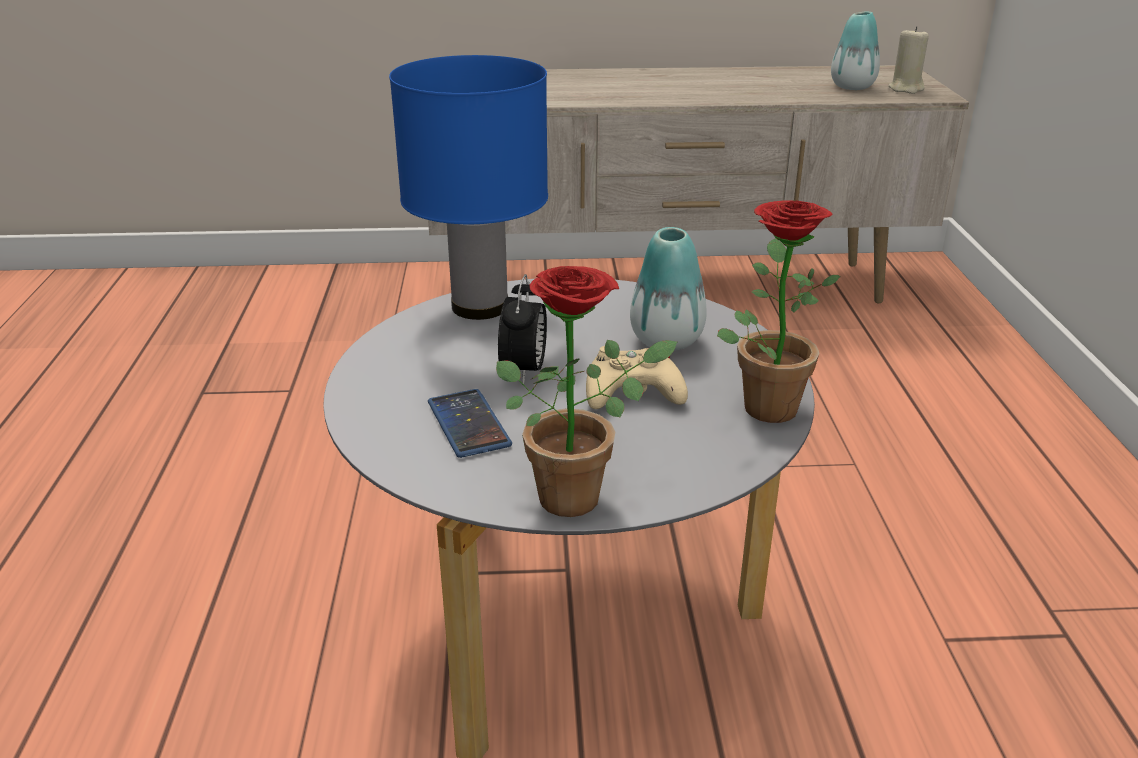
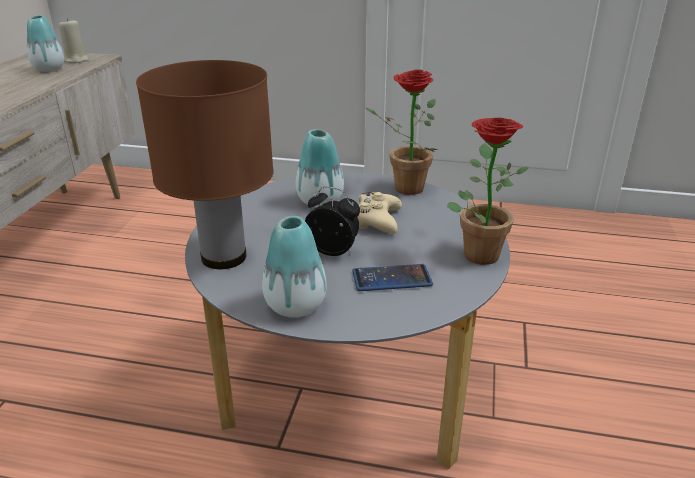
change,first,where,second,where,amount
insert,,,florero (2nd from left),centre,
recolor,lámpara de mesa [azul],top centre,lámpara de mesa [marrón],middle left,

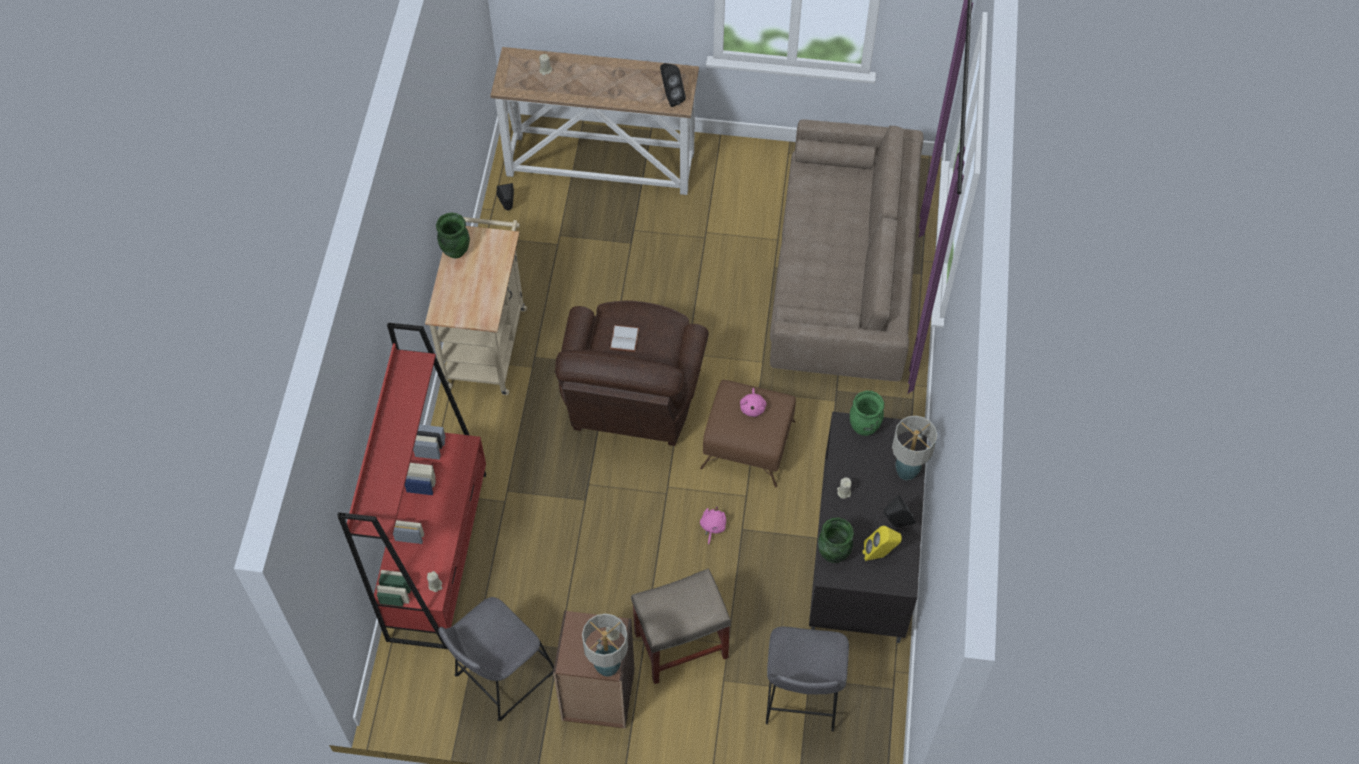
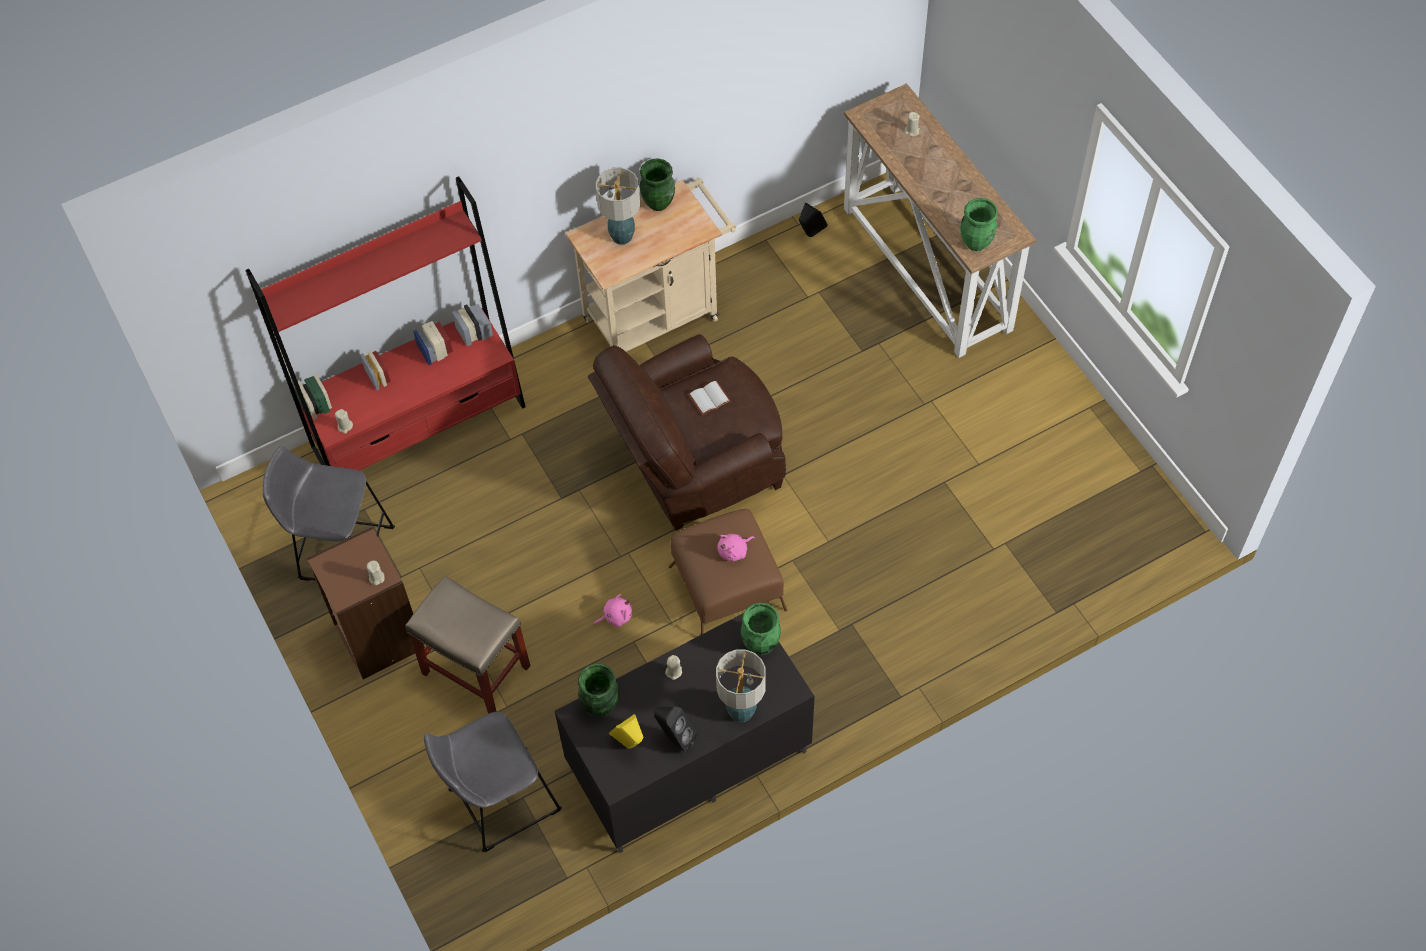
change,first,where,second,where,amount
delete,sofá [beis],top centre,,,
move,lámpara de mesa (1st from left),bottom centre,,top centre,
replace,altavoz [negro] (2nd from left),top centre,florero [verde] (4th from left),top right,

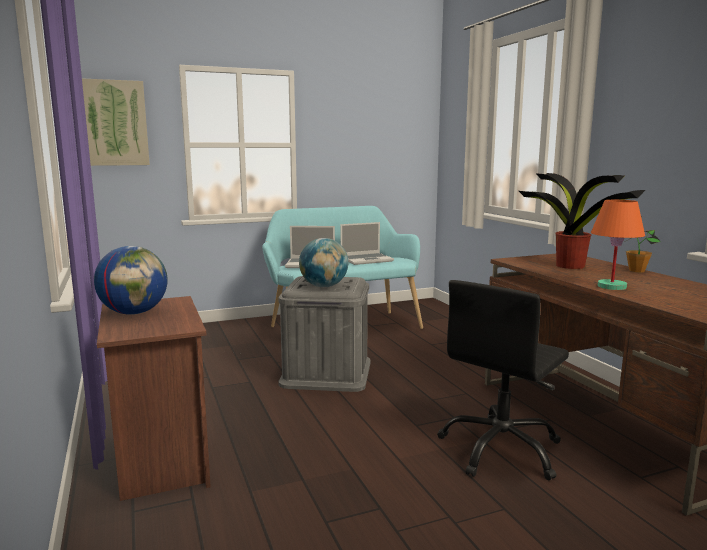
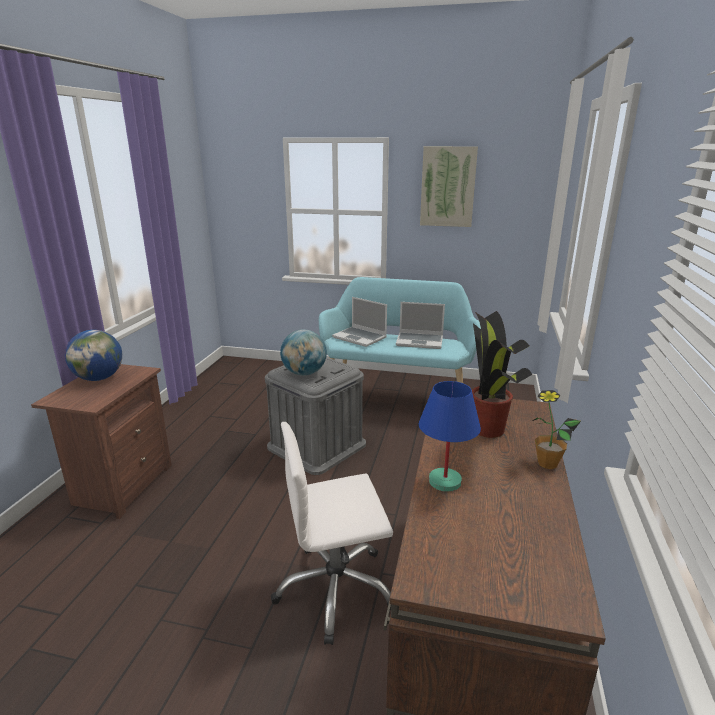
change,first,where,second,where,amount
move,cuadro,top left,,top centre,
recolor,silla de oficina [negro],bottom right,silla de oficina [blanco],bottom centre,
recolor,lámpara de mesa [naranja],middle right,lámpara de mesa [azul],centre,

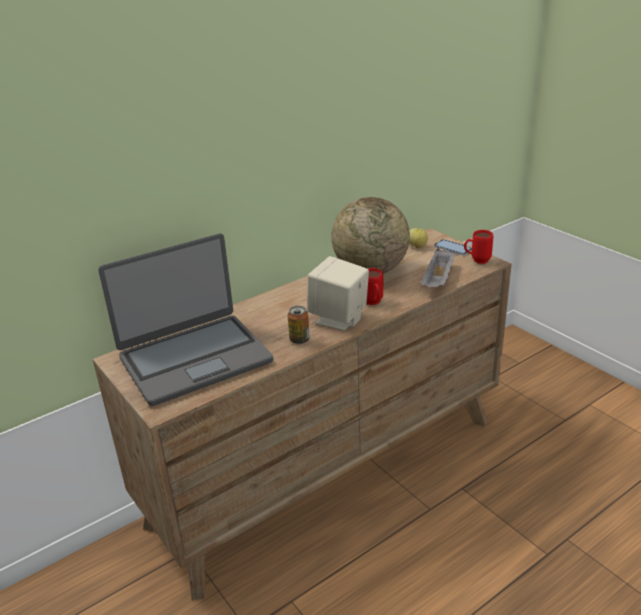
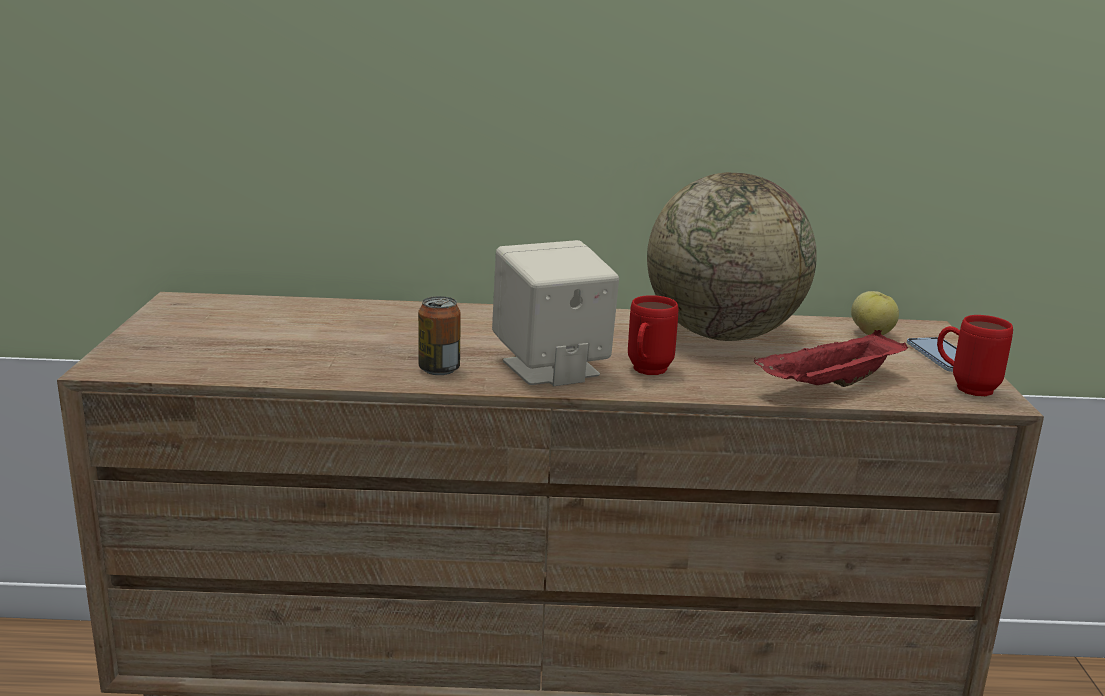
change,first,where,second,where,amount
delete,portátil,middle left,,,
recolor,bandeja [gris],middle right,bandeja [rojo],middle right,

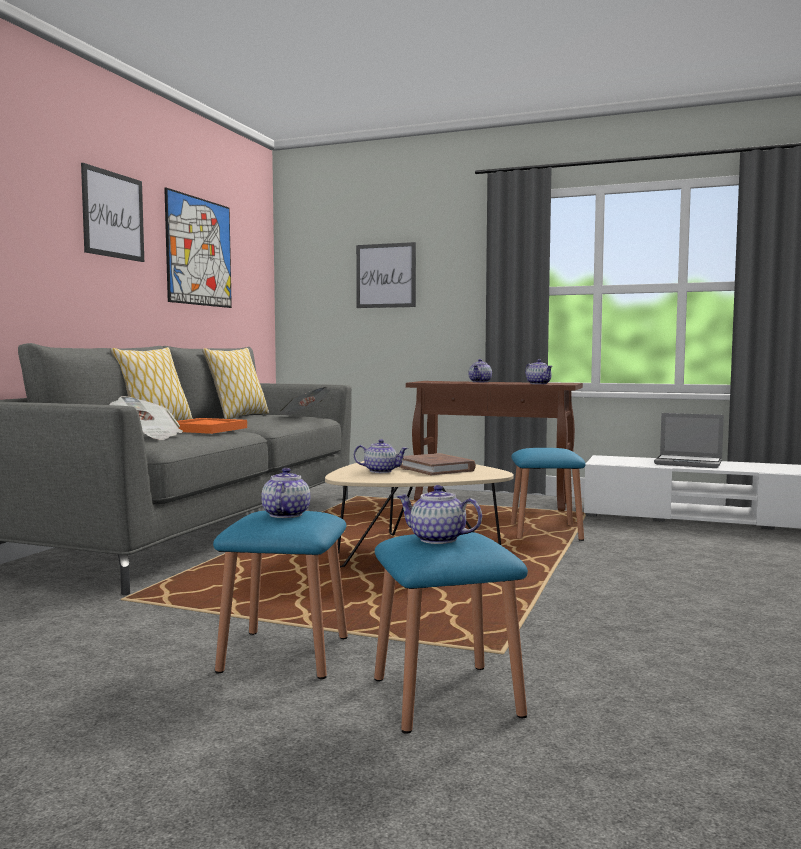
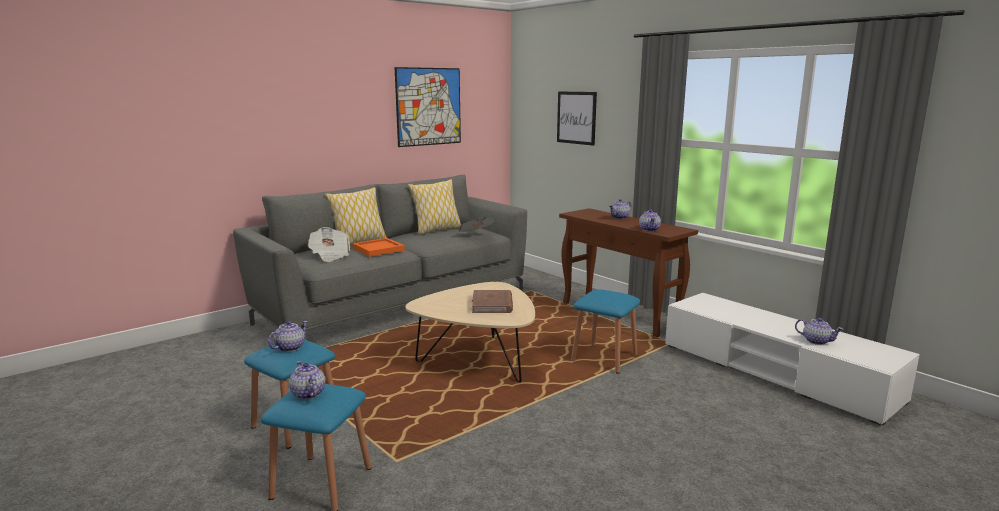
change,first,where,second,where,amount
delete,cuadro (1st from left),top left,,,
delete,portátil,middle right,,,
move,tetera (2nd from left in the first image),centre,tetera (5th from left),middle right,

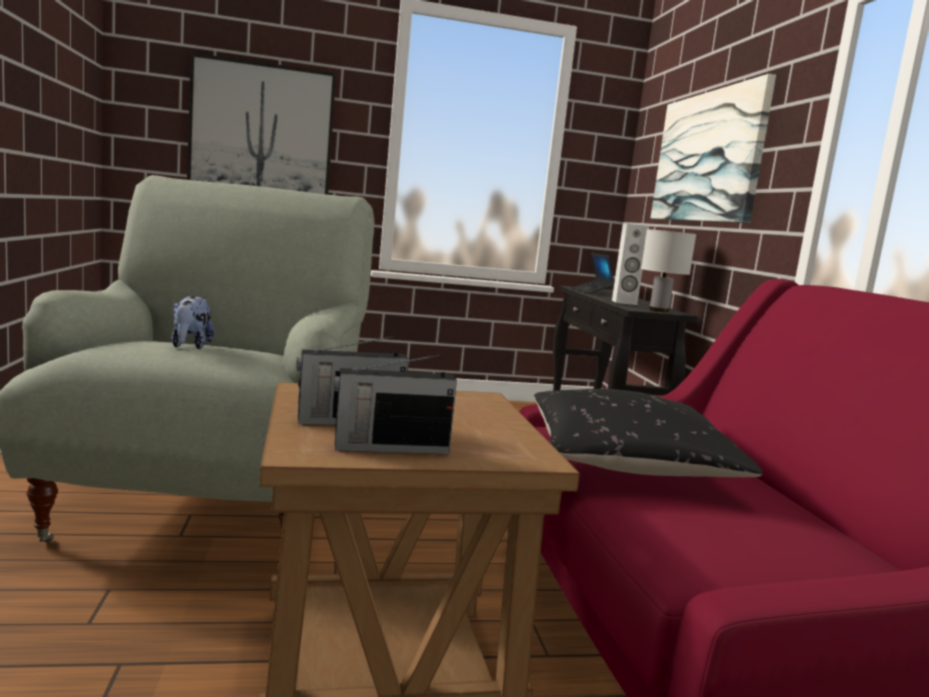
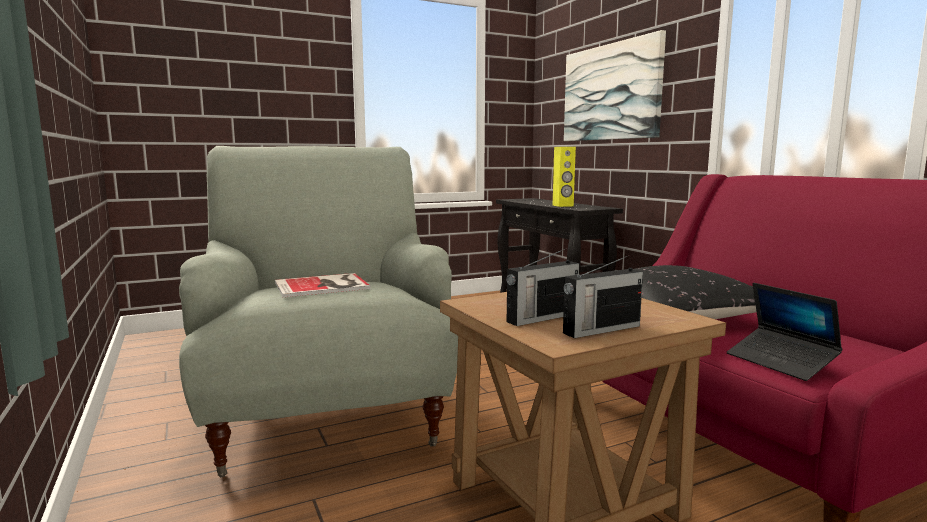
change,first,where,second,where,amount
delete,cuadro (1st from left),top left,,,
delete,lámpara de mesa [blanco],middle right,,,
move,portátil,centre,,middle right,
replace,peluche,middle left,libro,centre,
recolor,altavoz [blanco],middle right,altavoz [amarillo],centre,

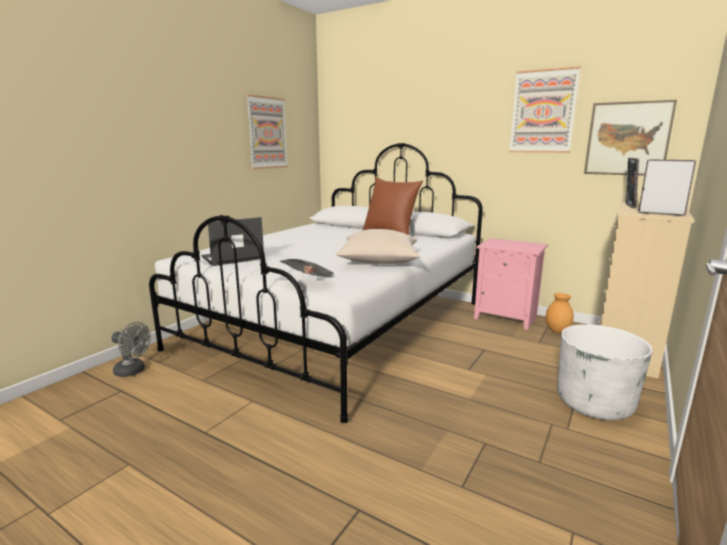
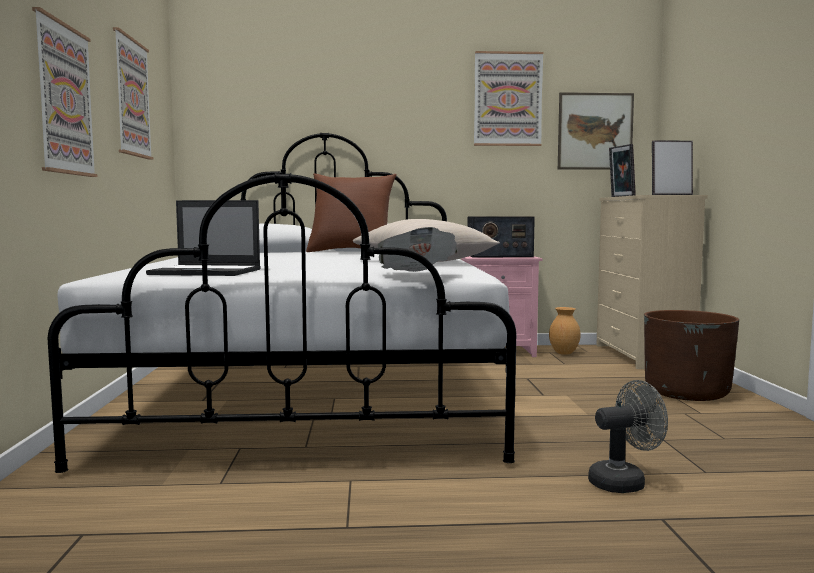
change,first,where,second,where,amount
insert,,,cuadro (1st from left),top left,
insert,,,radio,centre,
move,ventilador [gris],middle left,,bottom right,
recolor,maceta [blanco],bottom right,maceta [marrón],middle right,
rotate,portátil,middle left,,middle left,105 degrees counterclockwise

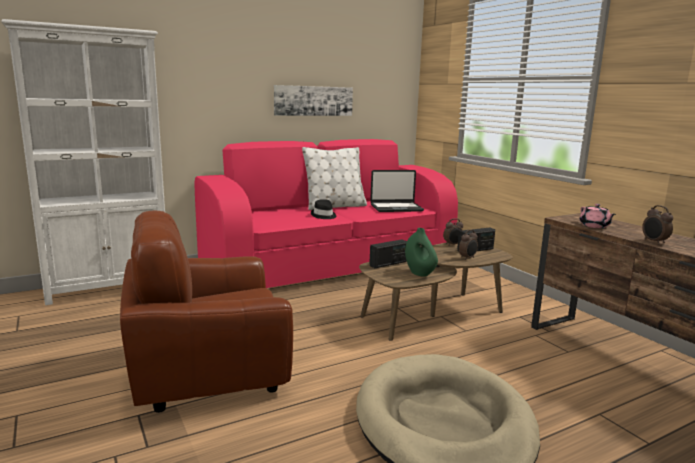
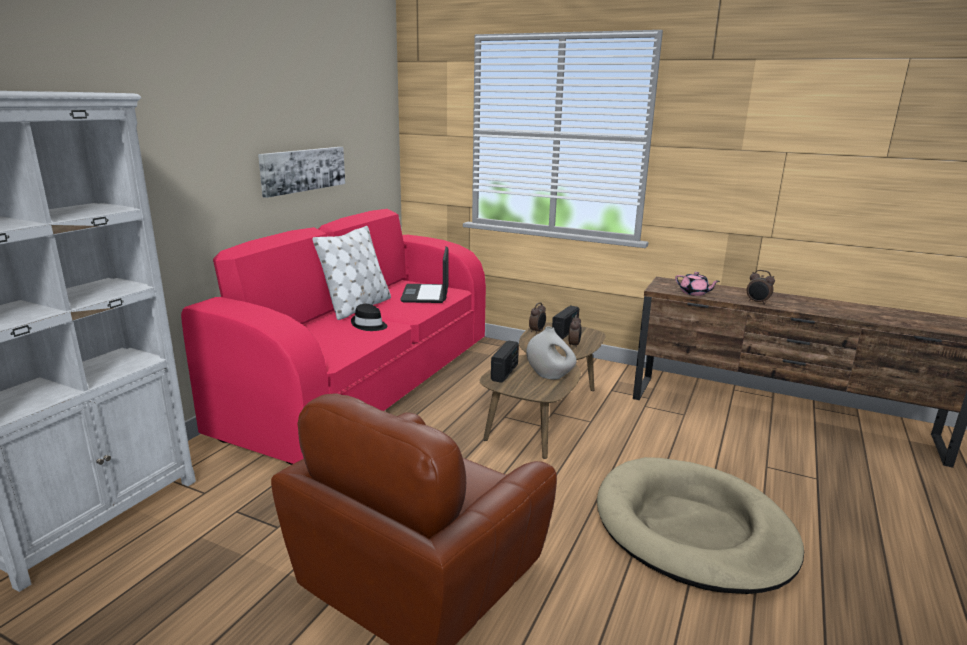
change,first,where,second,where,amount
recolor,florero [verde],centre,florero [blanco],centre,
rotate,portátil,centre,,centre,135 degrees clockwise

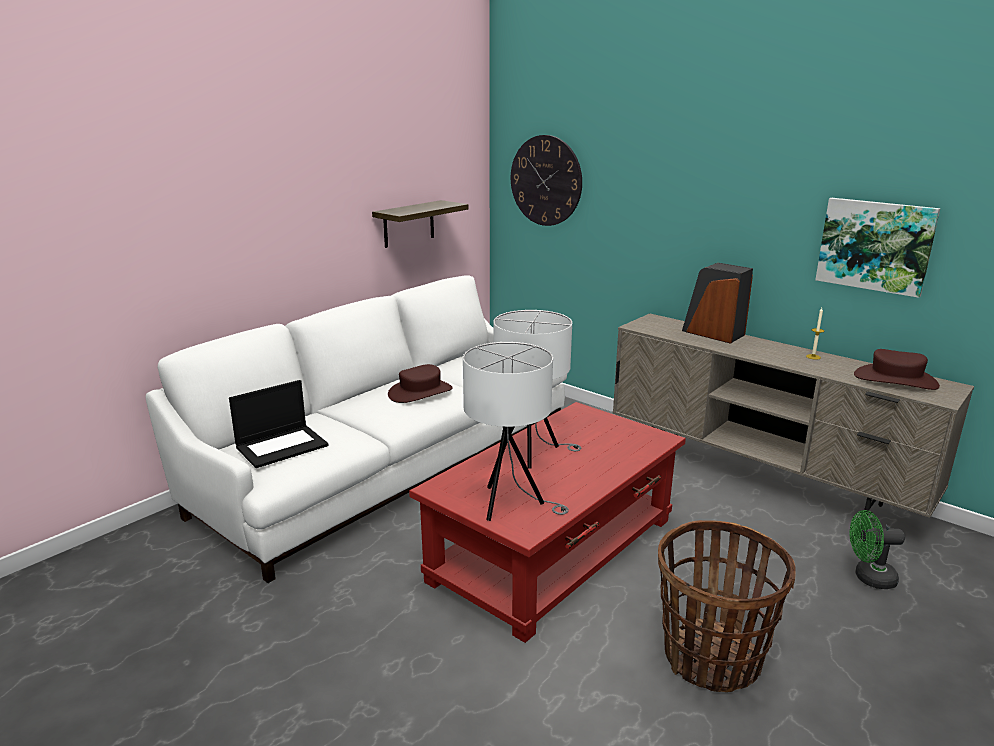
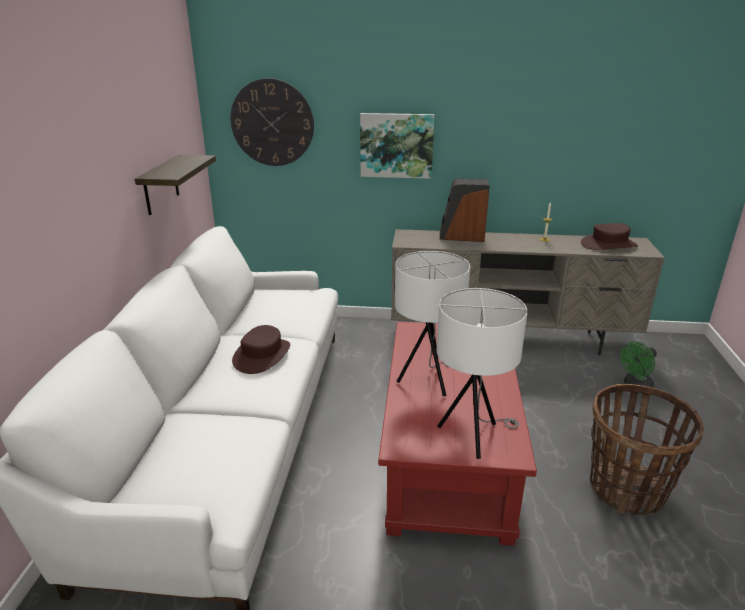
change,first,where,second,where,amount
delete,portátil,middle left,,,
move,cuadro,top right,,top centre,

